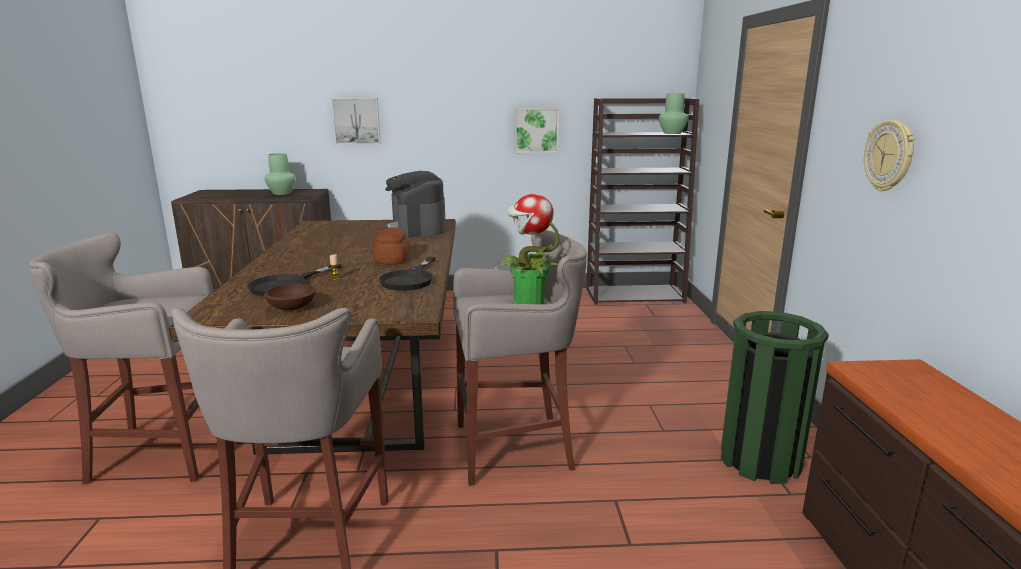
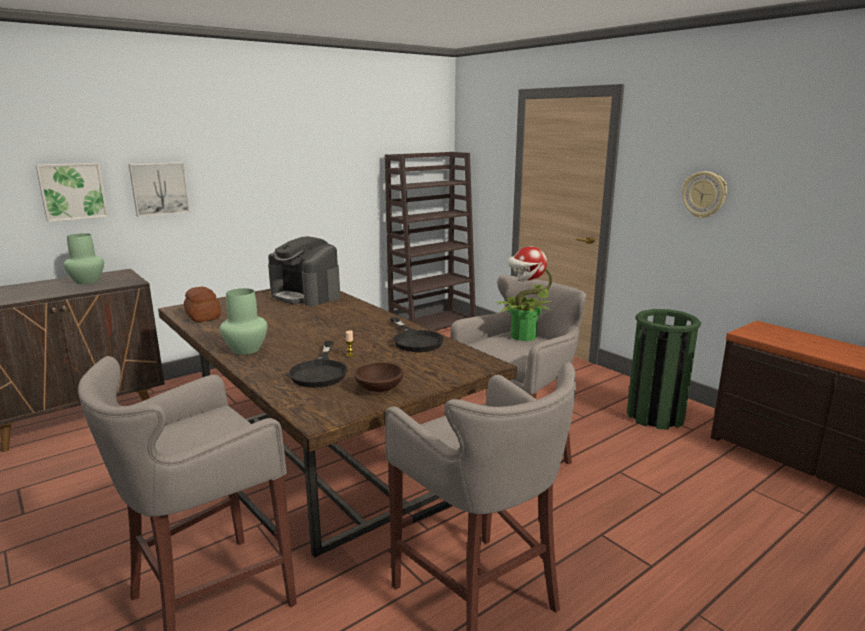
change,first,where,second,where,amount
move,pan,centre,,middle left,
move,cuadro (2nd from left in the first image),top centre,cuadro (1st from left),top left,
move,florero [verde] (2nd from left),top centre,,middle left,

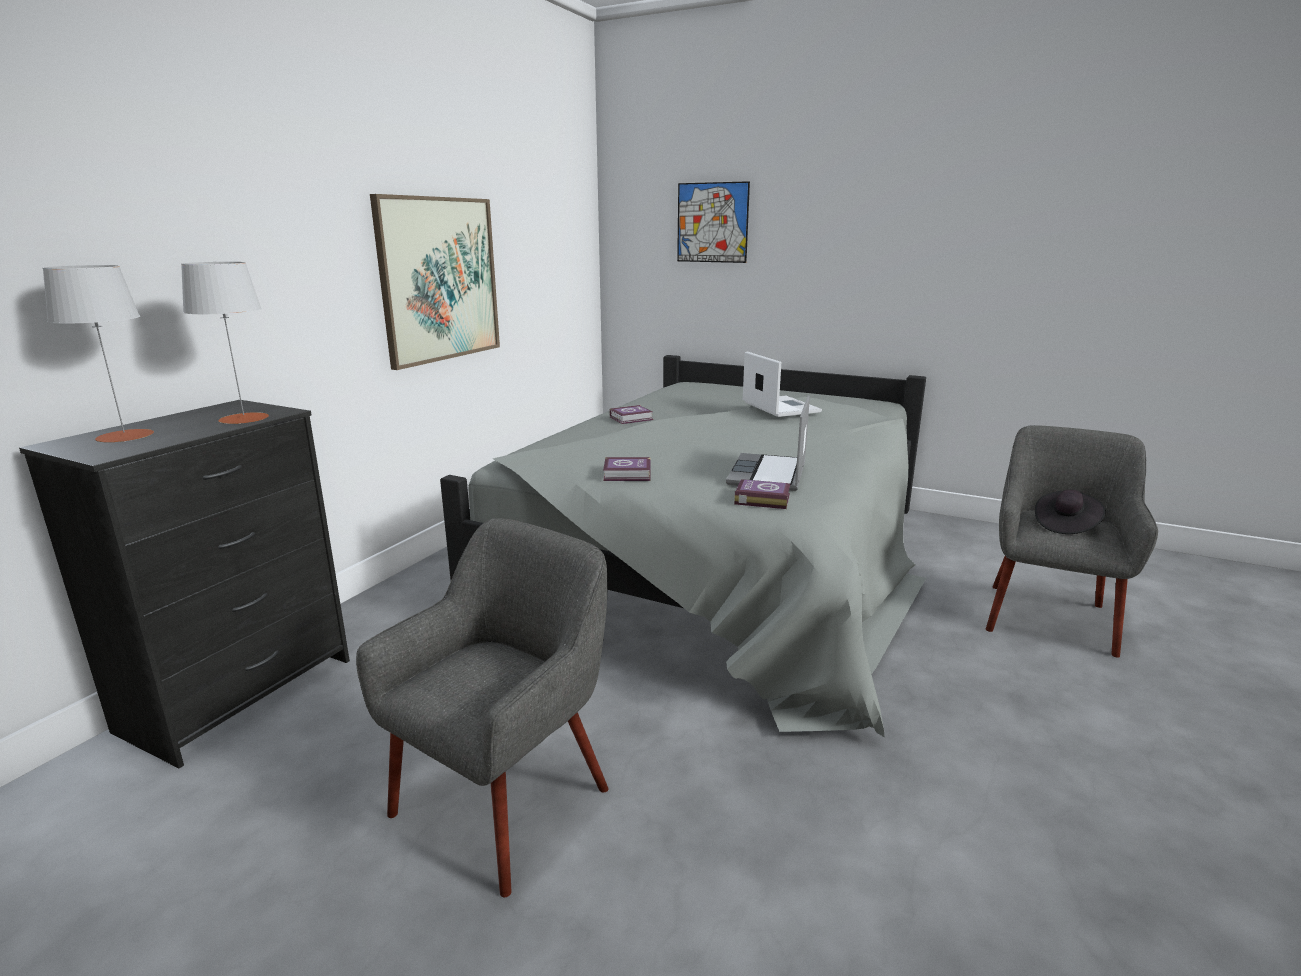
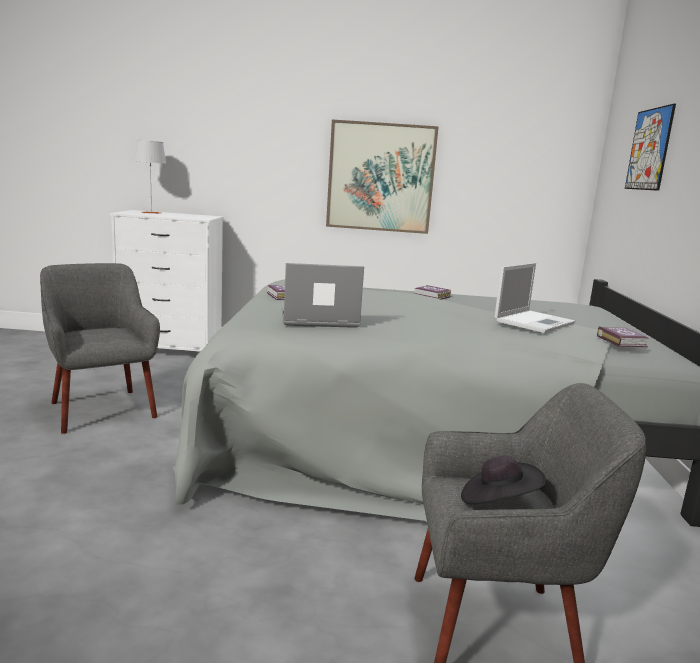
change,first,where,second,where,amount
delete,lámpara de mesa [gris] (2nd from left),middle left,,,
move,libro (3rd from left),centre,,middle right,
recolor,cómoda [negro],middle left,cómoda [blanco],middle left,
rotate,sillón [gris] (1st from left),bottom centre,,middle left,135 degrees counterclockwise

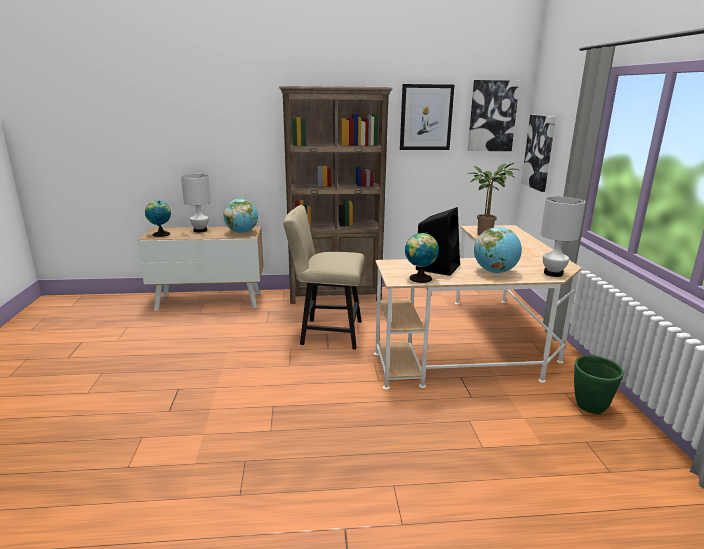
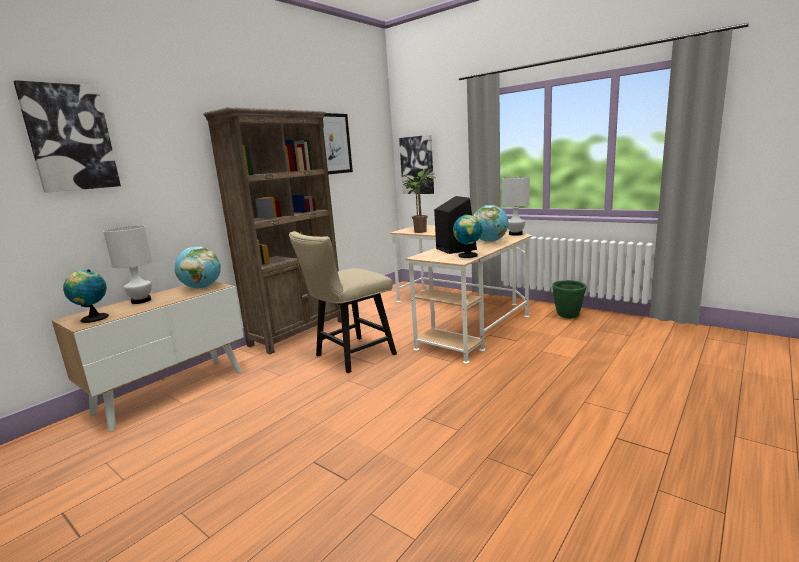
change,first,where,second,where,amount
move,cuadro (2nd from left in the first image),top right,cuadro (1st from left),top left,

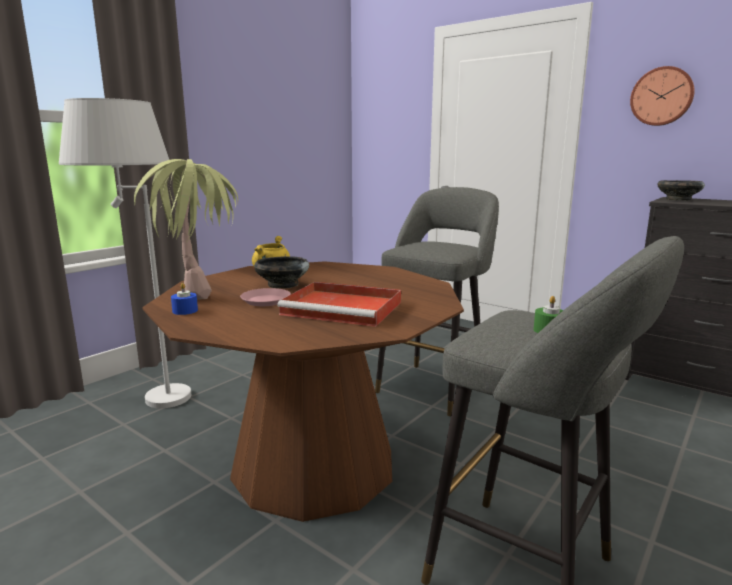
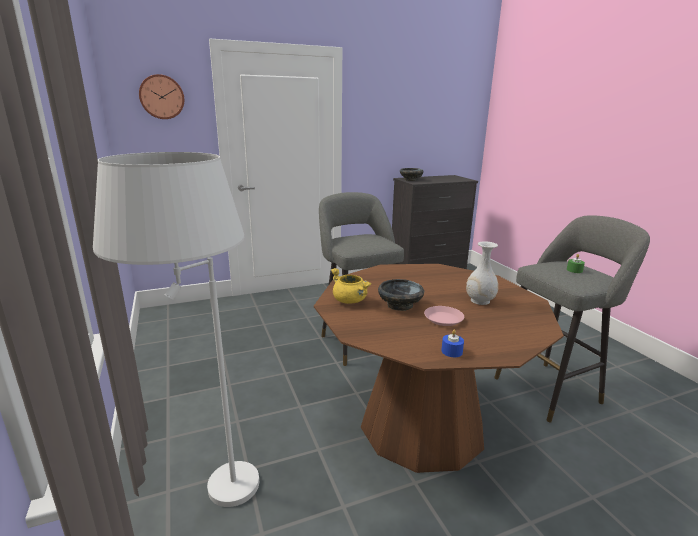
change,first,where,second,where,amount
delete,planta en maceta,middle left,,,
move,reloj de pared,top right,,top left,
replace,bandeja [rojo],centre,florero [blanco],middle right,

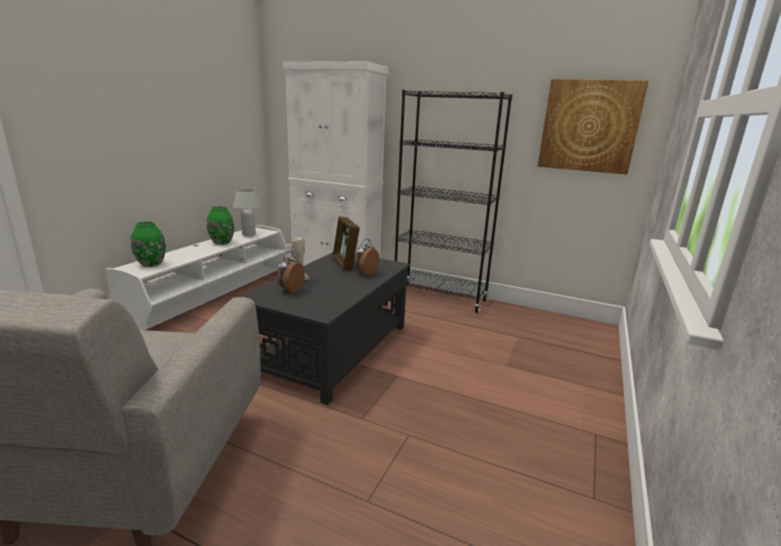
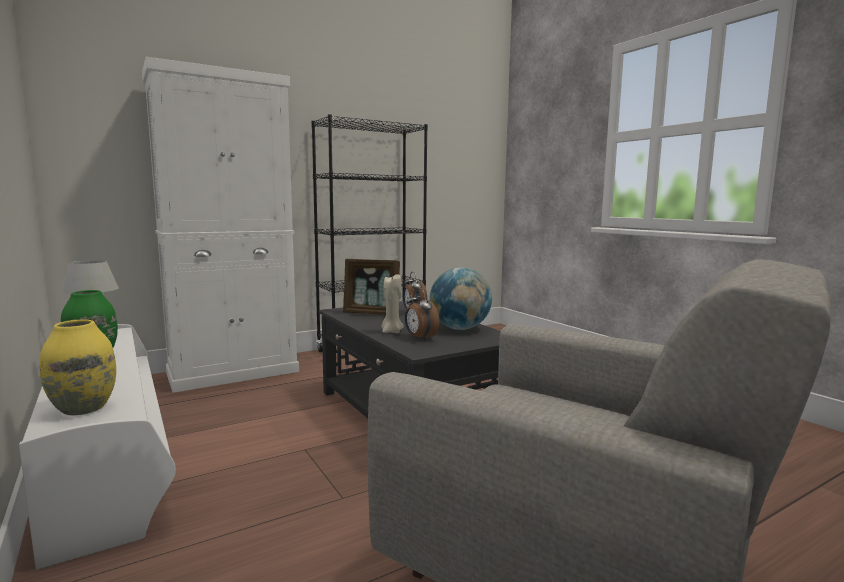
change,first,where,second,where,amount
delete,cuadro,top right,,,
insert,,,globo terráqueo,centre,
recolor,florero [verde] (1st from left),middle left,florero [amarillo],middle left,

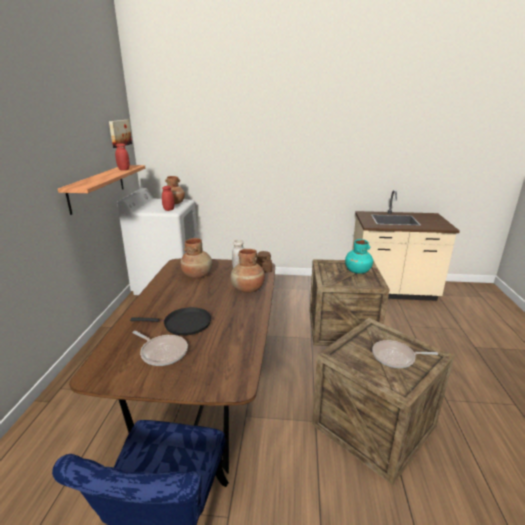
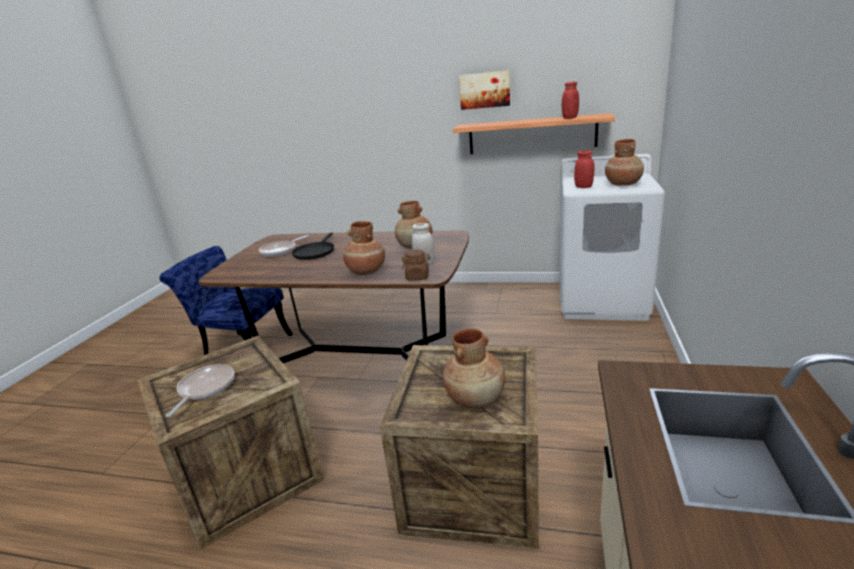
change,first,where,second,where,amount
move,cuadro,top left,,top centre,
recolor,florero [turquesa],middle right,florero [marrón] (3rd from left),centre,

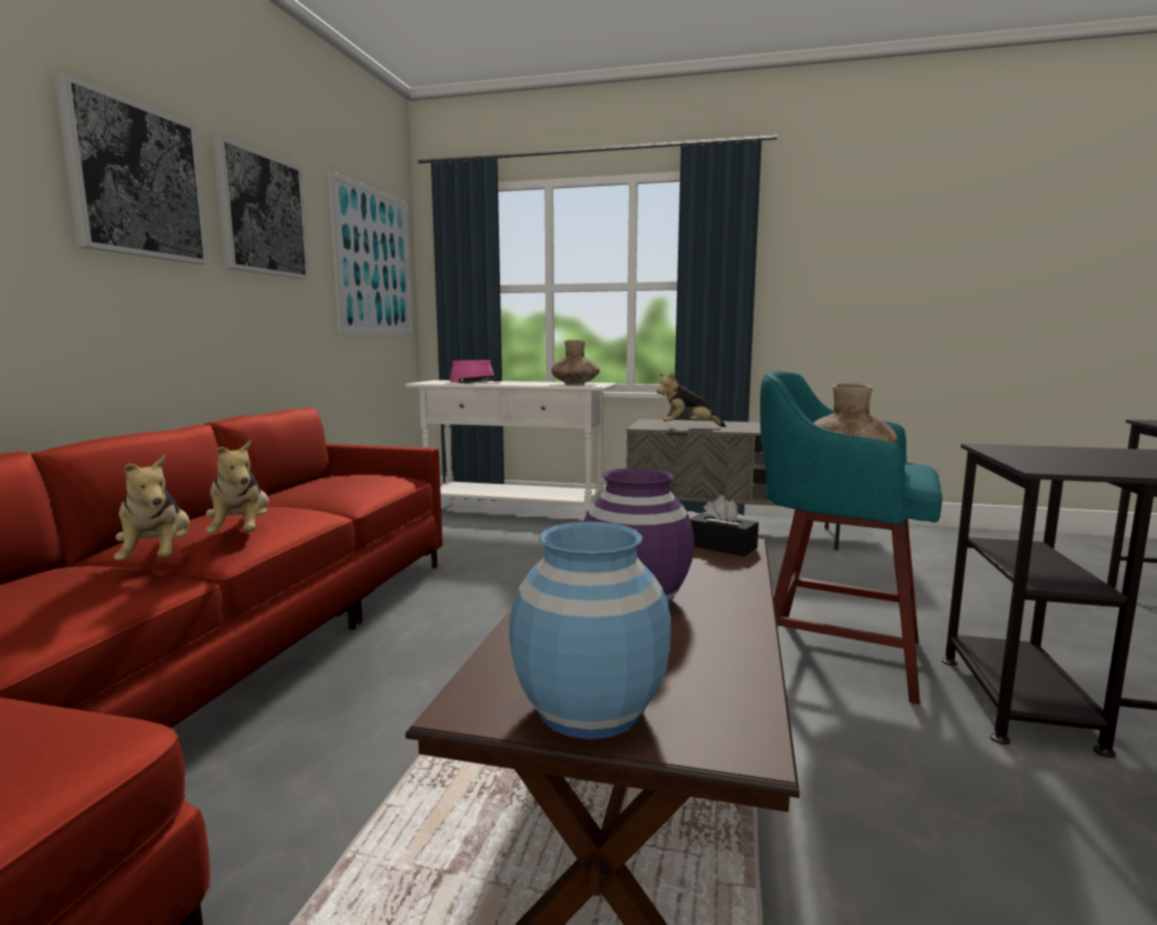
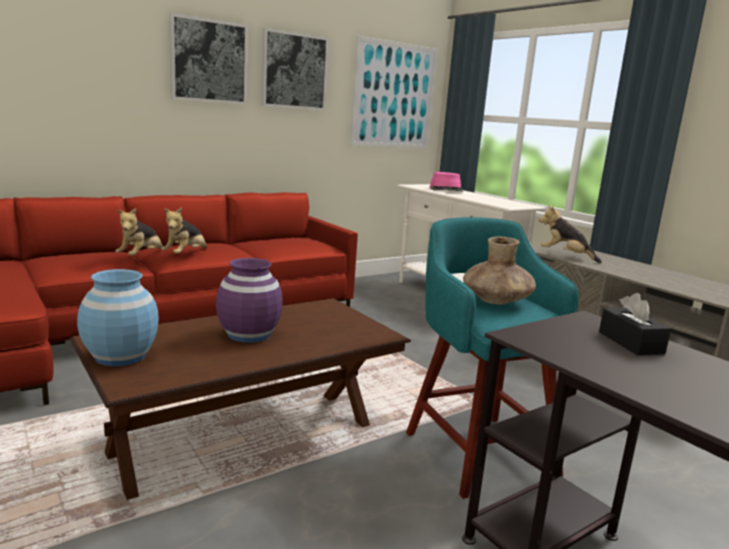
change,first,where,second,where,amount
delete,florero [marrón] (1st from left),centre,,,
move,caja de pañuelos [negro],centre,,middle right,

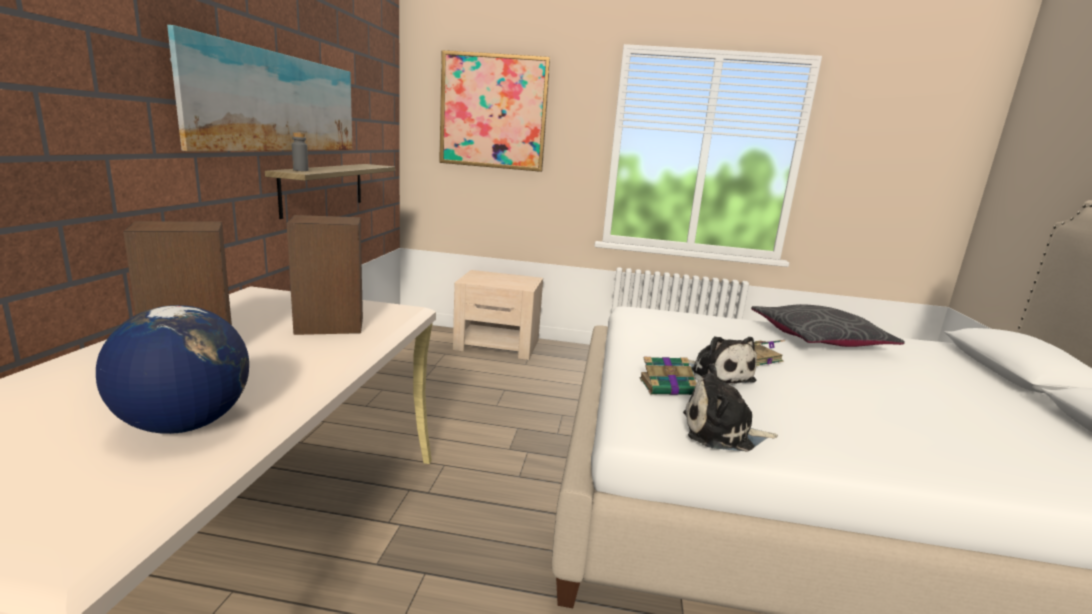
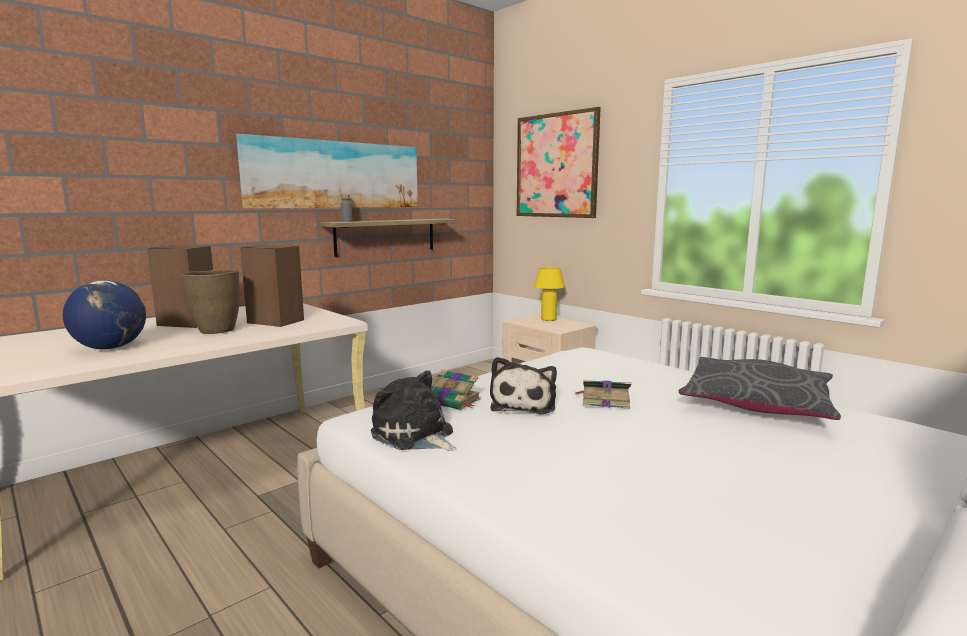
change,first,where,second,where,amount
insert,,,florero [marrón],middle left,
insert,,,lámpara de mesa [amarillo],centre,

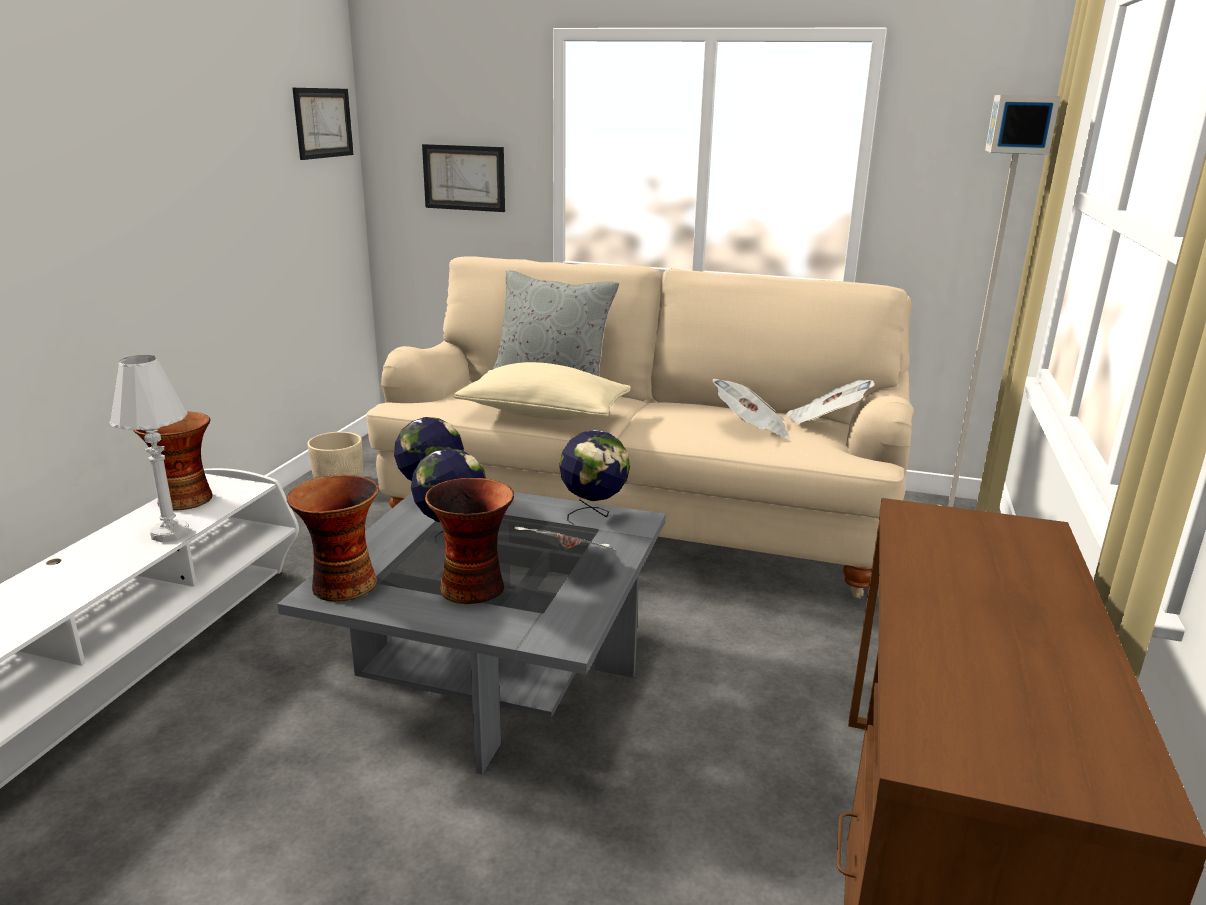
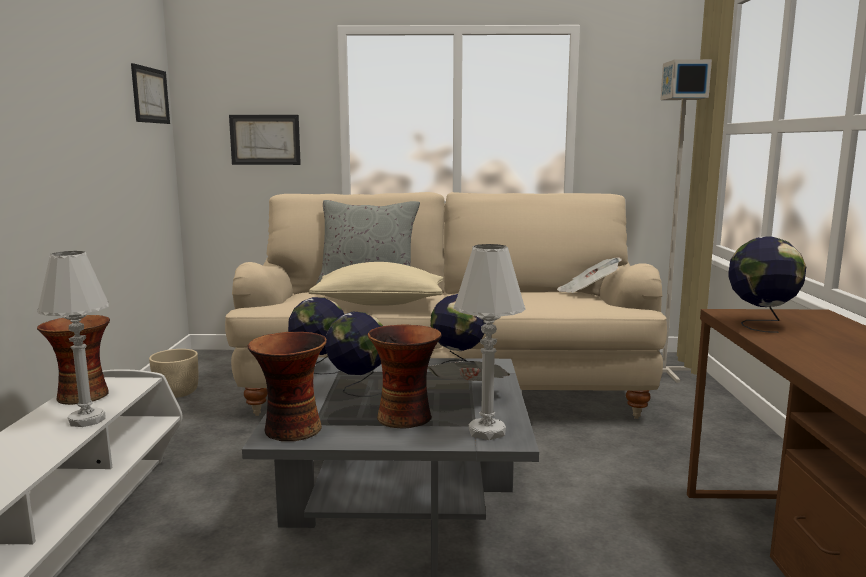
change,first,where,second,where,amount
delete,periódico (2nd from left),centre,,,
insert,,,lámpara de mesa [blanco] (2nd from left),centre,
insert,,,globo terráqueo (4th from left),middle right,

